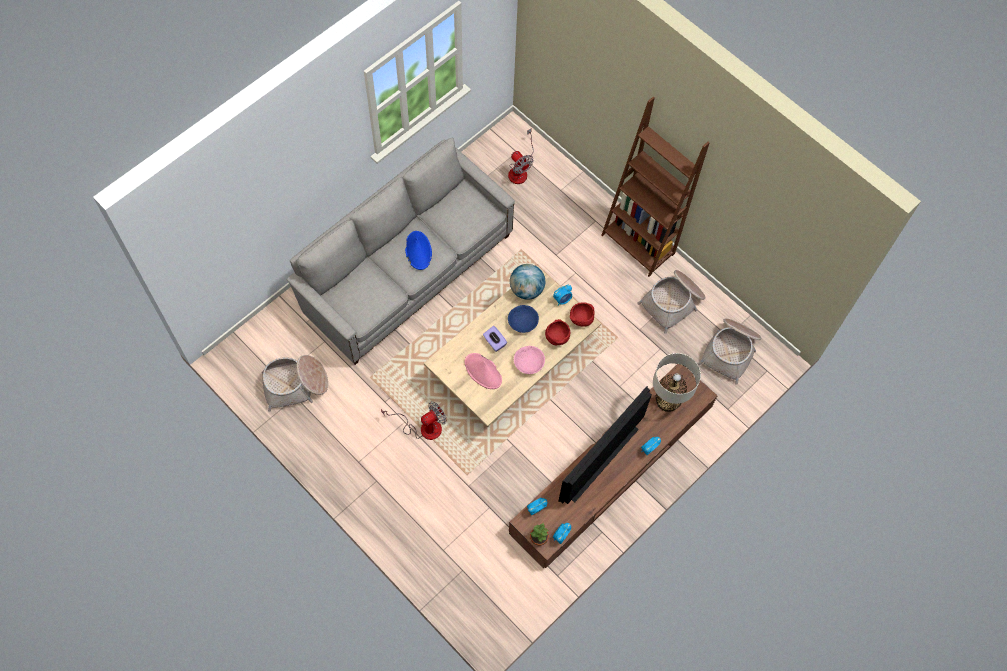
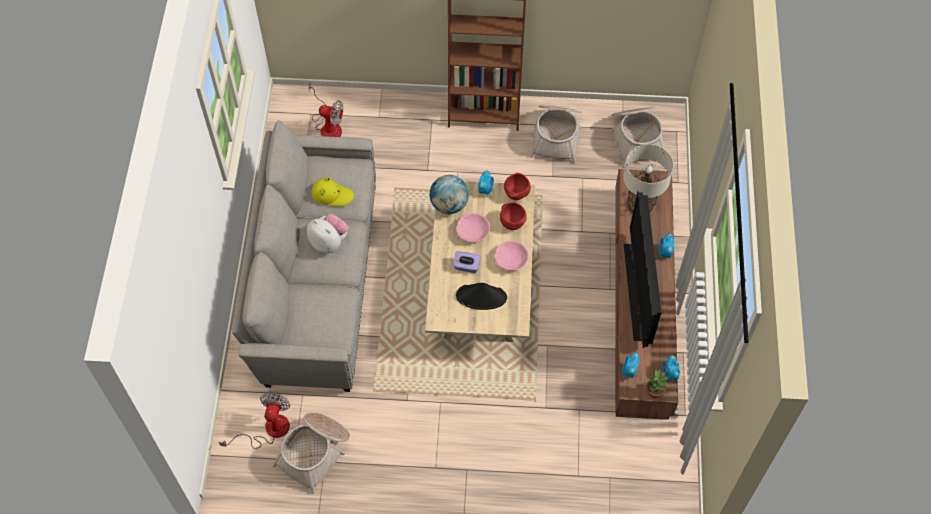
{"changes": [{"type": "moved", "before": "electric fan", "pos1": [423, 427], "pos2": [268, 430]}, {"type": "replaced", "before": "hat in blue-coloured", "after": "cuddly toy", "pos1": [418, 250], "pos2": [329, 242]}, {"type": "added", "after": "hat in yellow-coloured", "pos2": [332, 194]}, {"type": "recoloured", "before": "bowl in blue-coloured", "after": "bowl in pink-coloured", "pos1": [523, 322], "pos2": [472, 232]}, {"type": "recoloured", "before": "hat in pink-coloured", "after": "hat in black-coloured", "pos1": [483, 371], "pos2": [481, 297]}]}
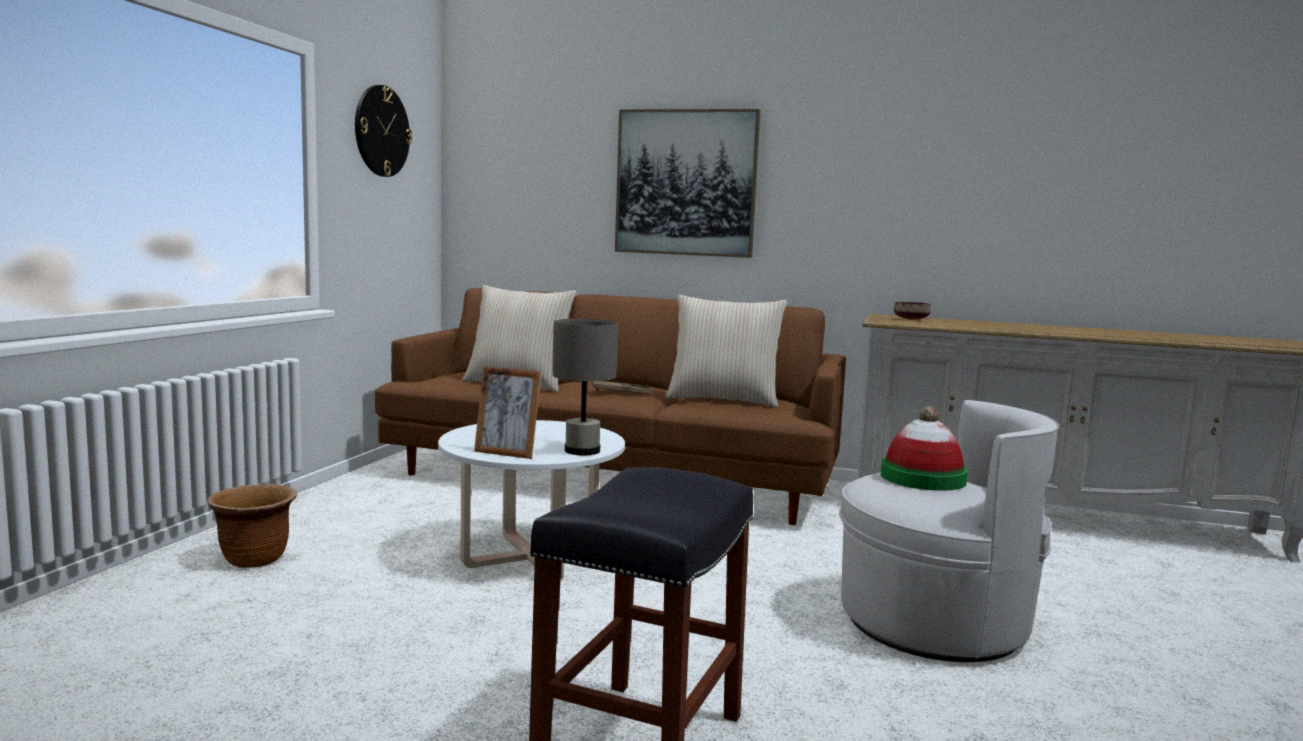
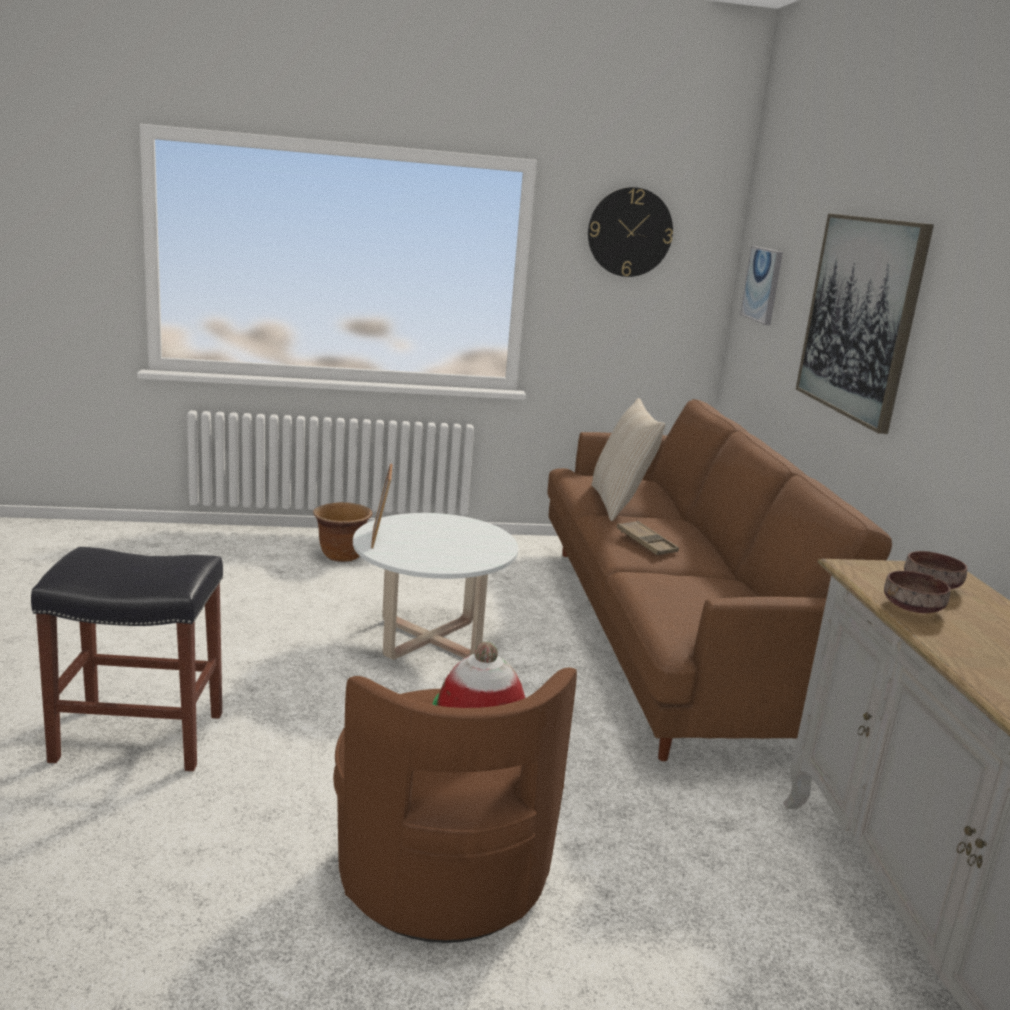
{"changes": [{"type": "recoloured", "before": "armchair in white", "after": "armchair in brown-coloured", "pos1": [931, 622], "pos2": [442, 872]}, {"type": "added", "after": "picture", "pos2": [762, 285]}, {"type": "added", "after": "bowl in brown-coloured", "pos2": [911, 607]}, {"type": "removed", "before": "table lamp in gray", "pos1": [581, 451]}, {"type": "removed", "before": "throw pillow in beige-coloured", "pos1": [723, 400]}]}
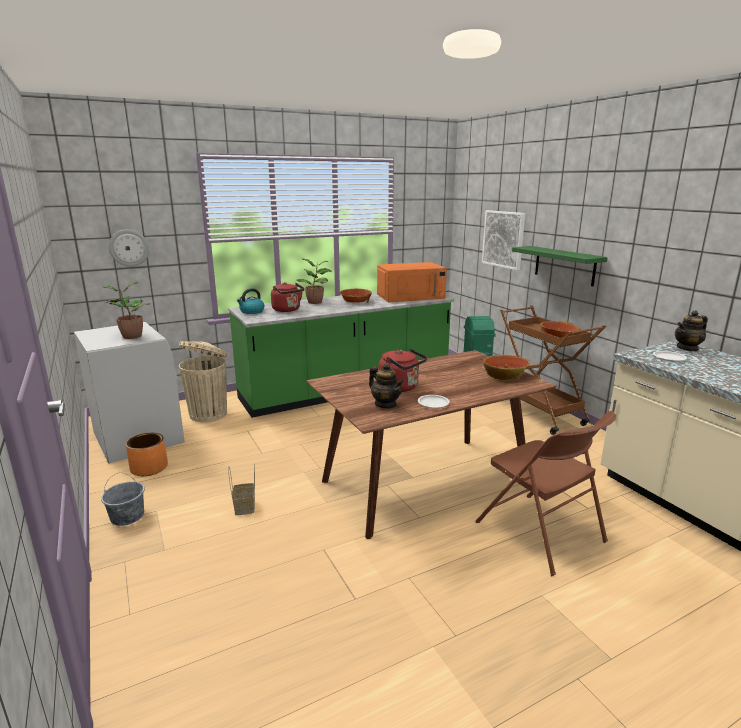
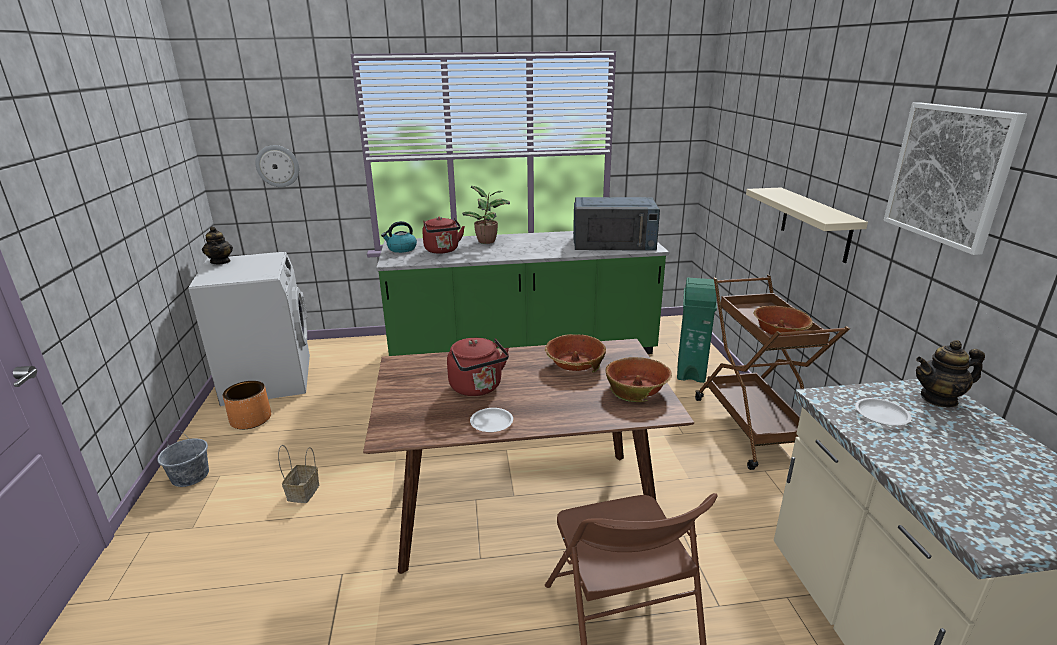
{"changes": [{"type": "moved", "before": "teapot", "pos1": [385, 404], "pos2": [221, 262]}, {"type": "moved", "before": "bowl", "pos1": [355, 301], "pos2": [575, 364]}, {"type": "recoloured", "before": "microwave in orange", "after": "microwave in blue-coloured", "pos1": [411, 296], "pos2": [614, 242]}, {"type": "recoloured", "before": "wall shelf in green", "after": "wall shelf in beige-coloured", "pos1": [564, 265], "pos2": [815, 224]}, {"type": "moved", "before": "picture", "pos1": [503, 239], "pos2": [949, 174]}, {"type": "removed", "before": "potted plant", "pos1": [130, 336]}, {"type": "removed", "before": "rubbish bin in beige-coloured", "pos1": [209, 413]}]}
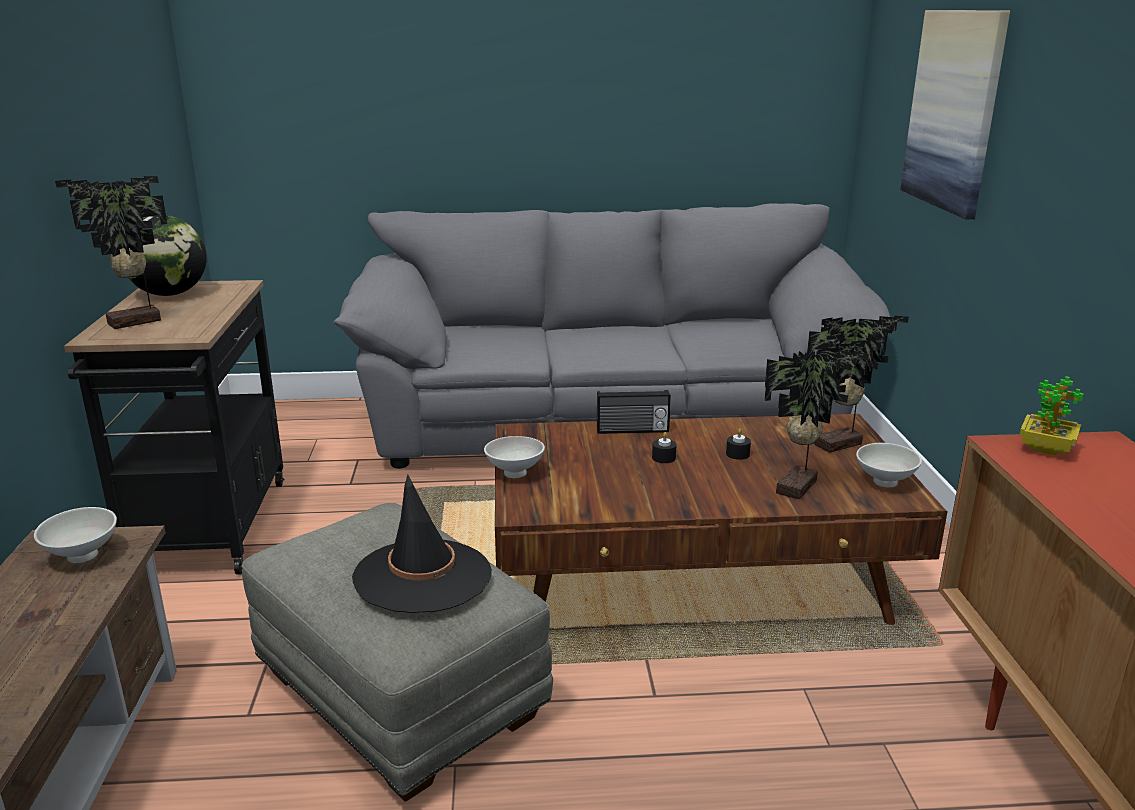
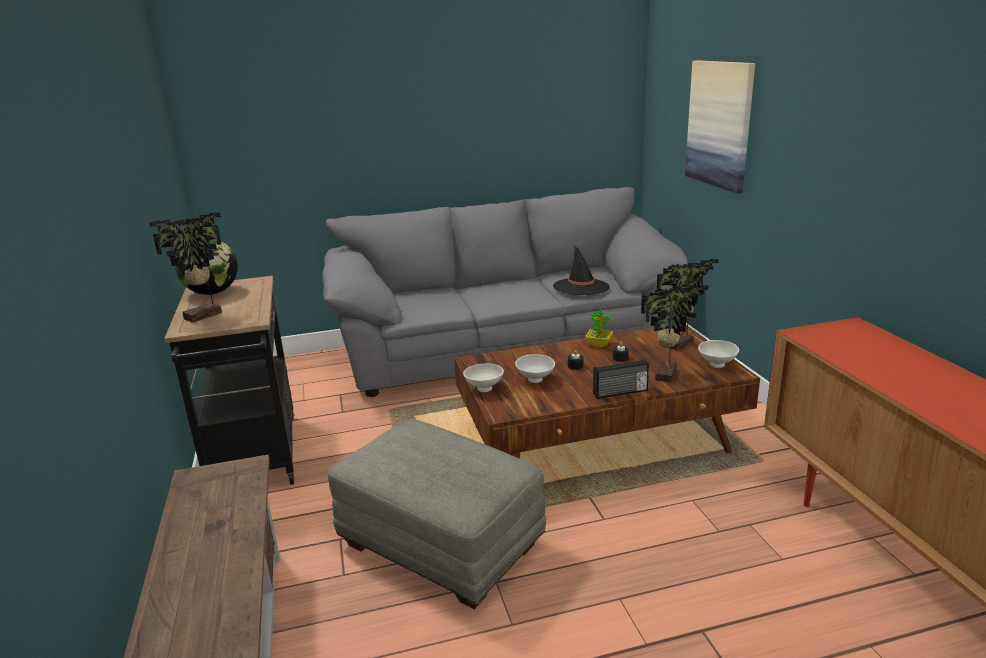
{"changes": [{"type": "moved", "before": "bowl in white", "pos1": [85, 555], "pos2": [536, 379]}, {"type": "moved", "before": "hat in black-coloured", "pos1": [423, 576], "pos2": [581, 287]}, {"type": "moved", "before": "potted plant", "pos1": [1046, 449], "pos2": [598, 344]}, {"type": "moved", "before": "radio", "pos1": [632, 430], "pos2": [620, 392]}]}
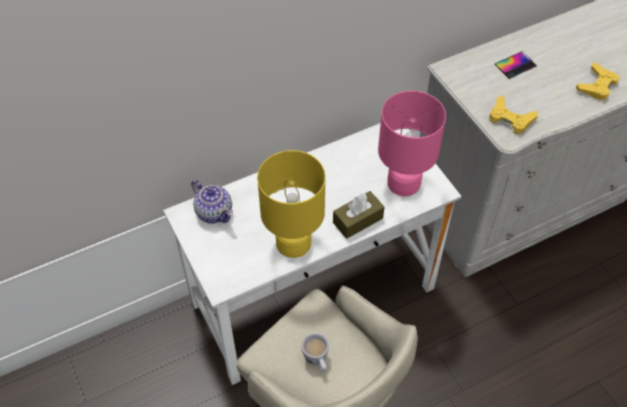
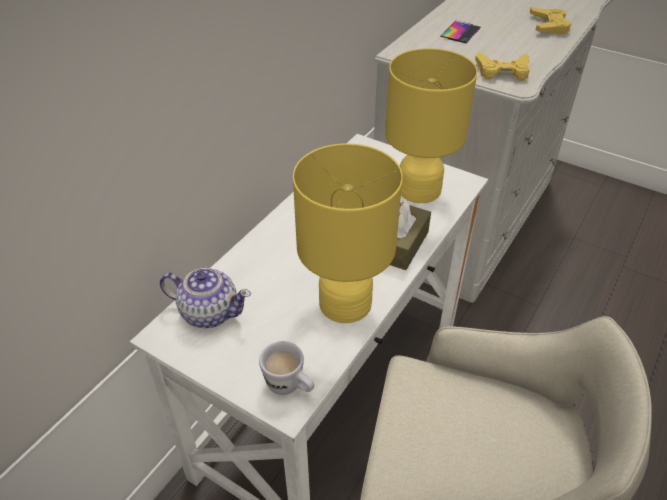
{"changes": [{"type": "moved", "before": "coffee mug in white", "pos1": [317, 361], "pos2": [290, 387]}, {"type": "recoloured", "before": "table lamp in pink-coloured", "after": "table lamp in yellow-coloured", "pos1": [403, 183], "pos2": [418, 190]}]}
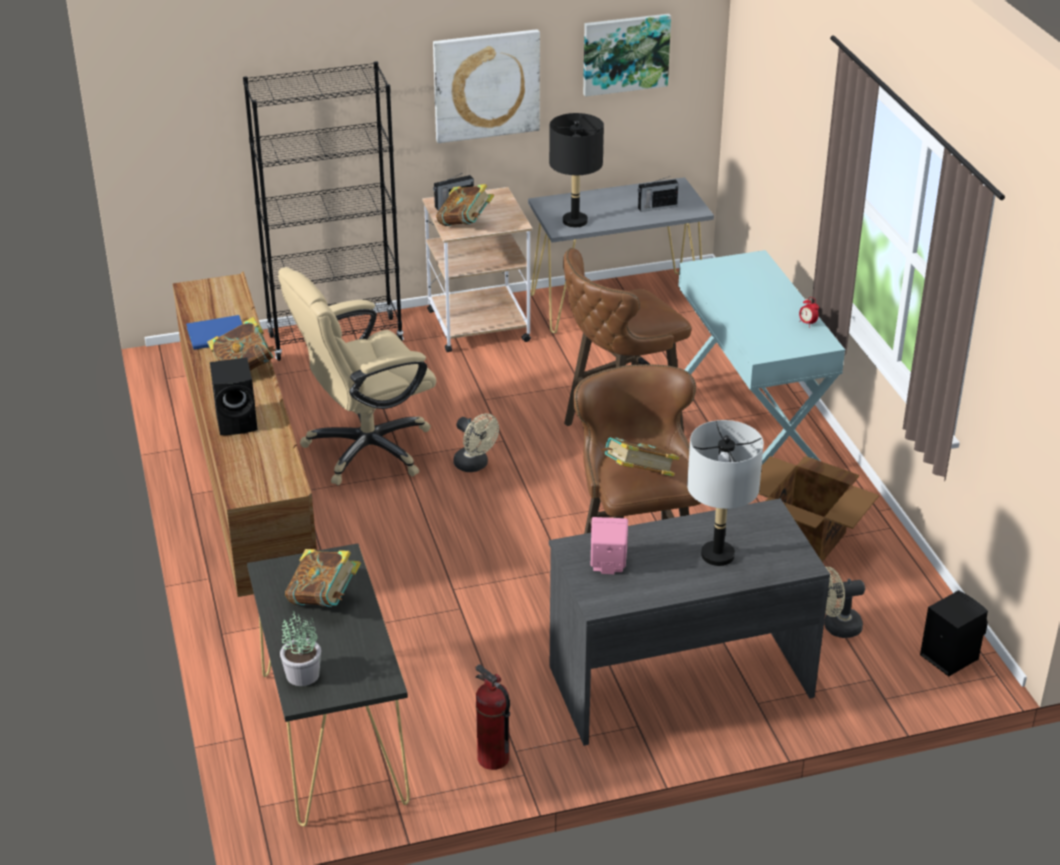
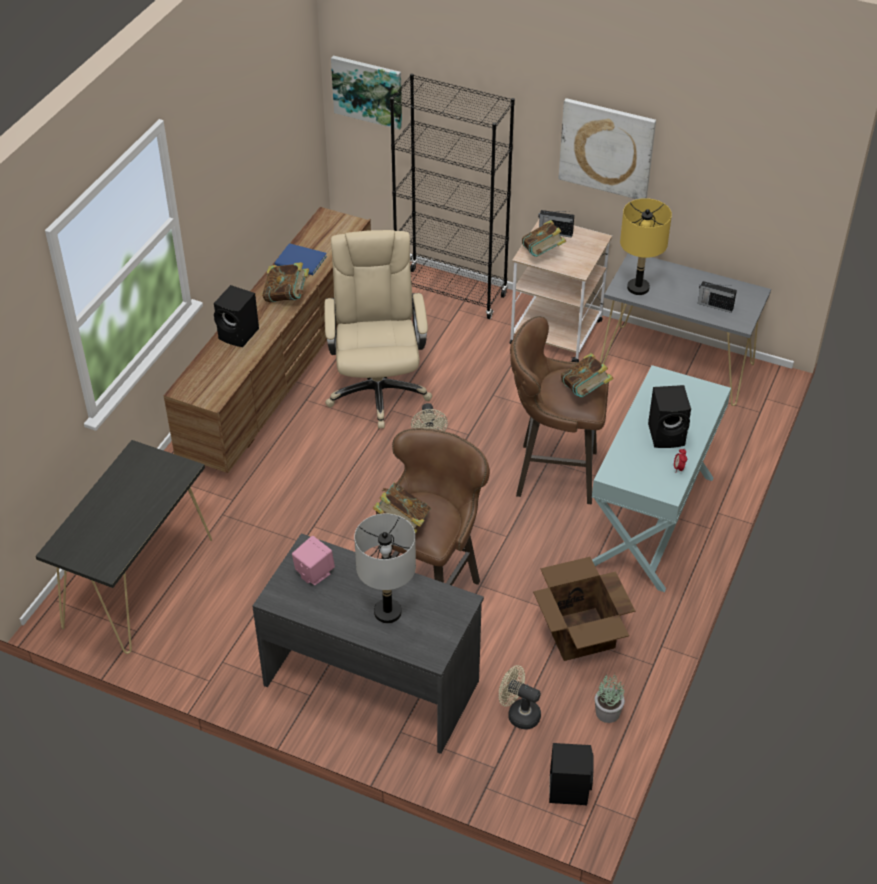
{"changes": [{"type": "turned", "before": "desk chair in beige-coloured", "pos1": [368, 449], "pos2": [377, 391], "turn": 75}, {"type": "moved", "before": "picture", "pos1": [625, 53], "pos2": [368, 91]}, {"type": "moved", "before": "bound book", "pos1": [324, 599], "pos2": [585, 390]}, {"type": "moved", "before": "potted plant", "pos1": [302, 674], "pos2": [607, 712]}, {"type": "recoloured", "before": "table lamp in black-coloured", "after": "table lamp in yellow-coloured", "pos1": [574, 221], "pos2": [638, 288]}, {"type": "added", "after": "audio speaker in black-coloured", "pos2": [668, 435]}, {"type": "removed", "before": "fire-fighting cylinder", "pos1": [492, 759]}]}
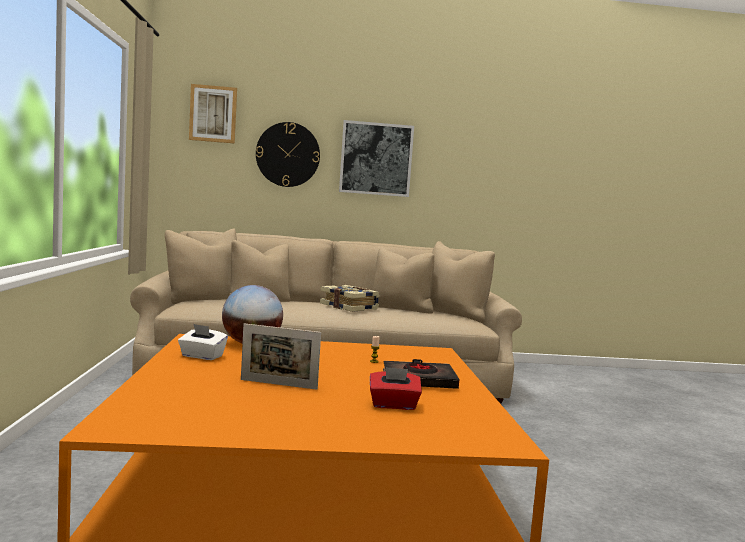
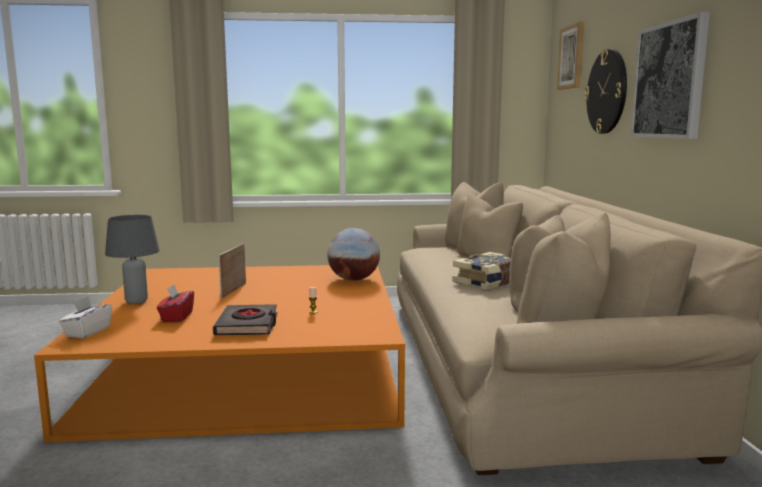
{"changes": [{"type": "moved", "before": "tissue holder in white", "pos1": [202, 356], "pos2": [87, 332]}, {"type": "added", "after": "table lamp in gray", "pos2": [136, 302]}]}
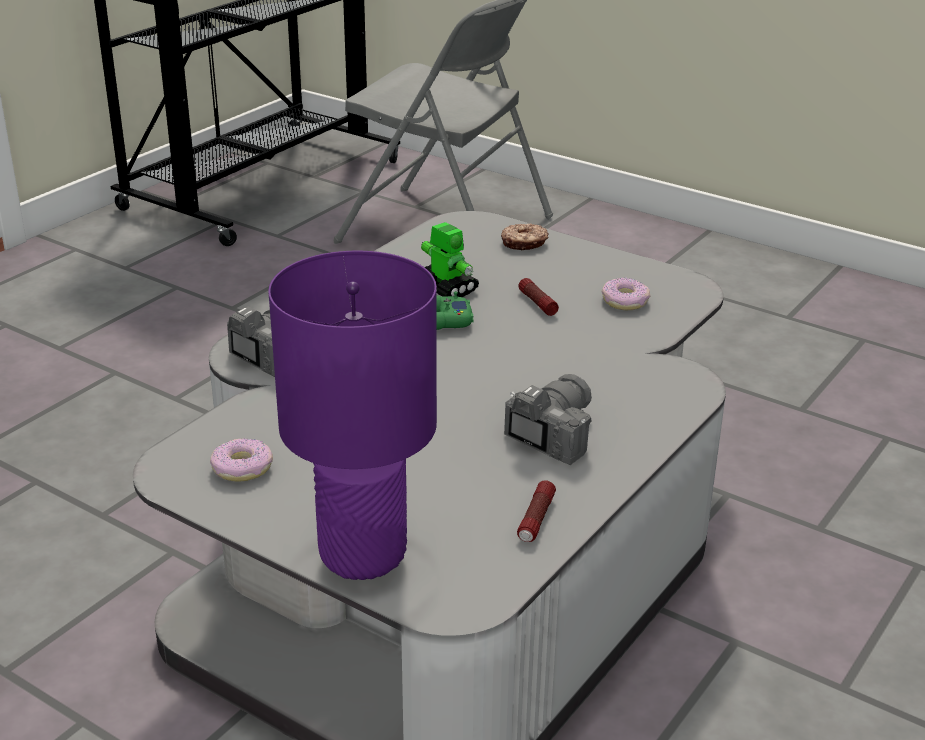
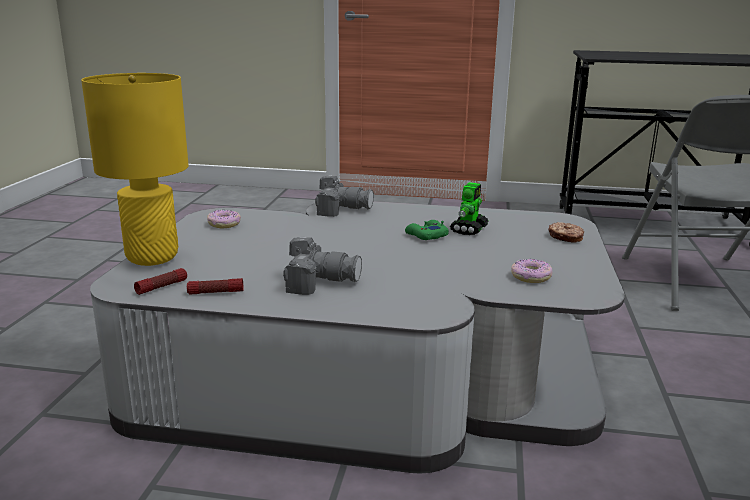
{"changes": [{"type": "recoloured", "before": "table lamp in purple-coloured", "after": "table lamp in yellow-coloured", "pos1": [364, 560], "pos2": [153, 260]}, {"type": "moved", "before": "torch", "pos1": [537, 303], "pos2": [162, 287]}]}
